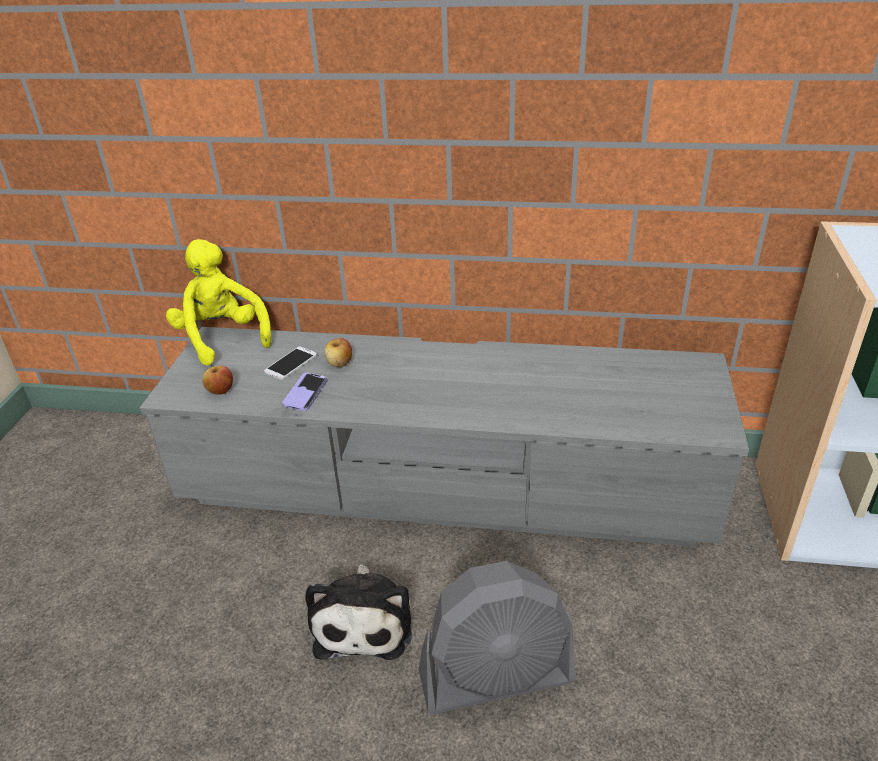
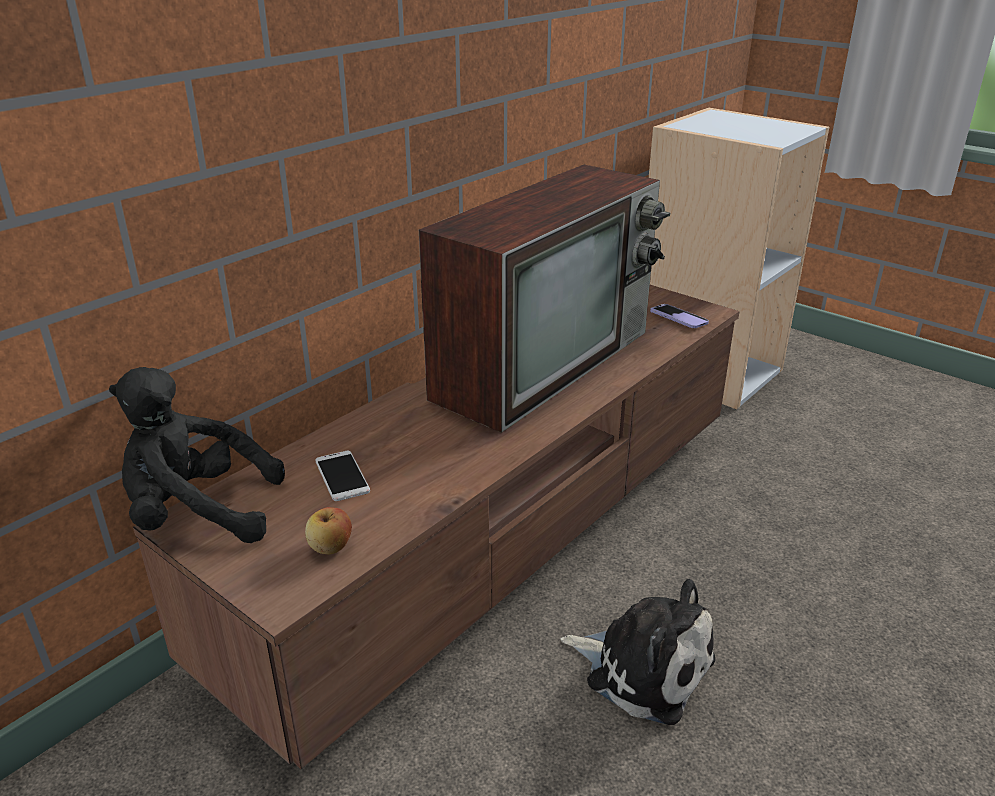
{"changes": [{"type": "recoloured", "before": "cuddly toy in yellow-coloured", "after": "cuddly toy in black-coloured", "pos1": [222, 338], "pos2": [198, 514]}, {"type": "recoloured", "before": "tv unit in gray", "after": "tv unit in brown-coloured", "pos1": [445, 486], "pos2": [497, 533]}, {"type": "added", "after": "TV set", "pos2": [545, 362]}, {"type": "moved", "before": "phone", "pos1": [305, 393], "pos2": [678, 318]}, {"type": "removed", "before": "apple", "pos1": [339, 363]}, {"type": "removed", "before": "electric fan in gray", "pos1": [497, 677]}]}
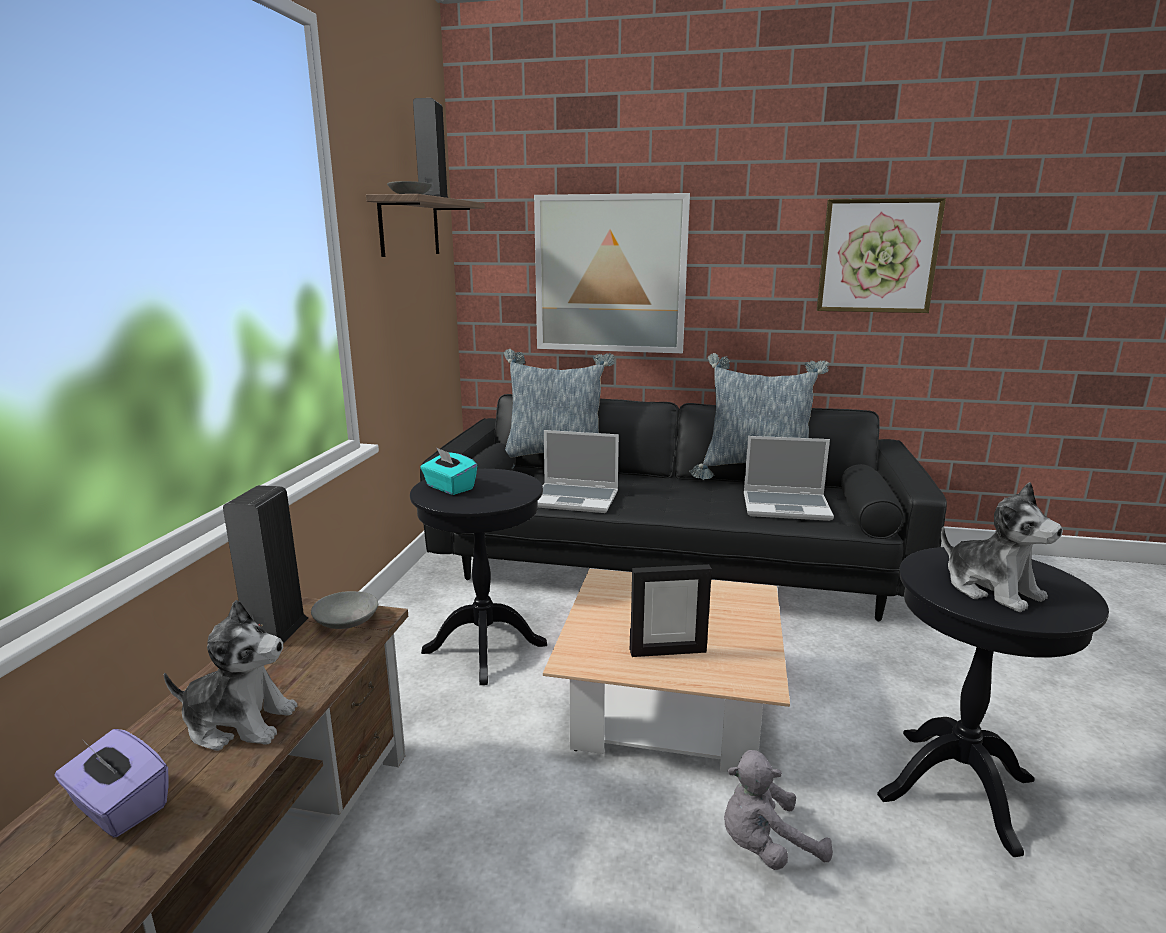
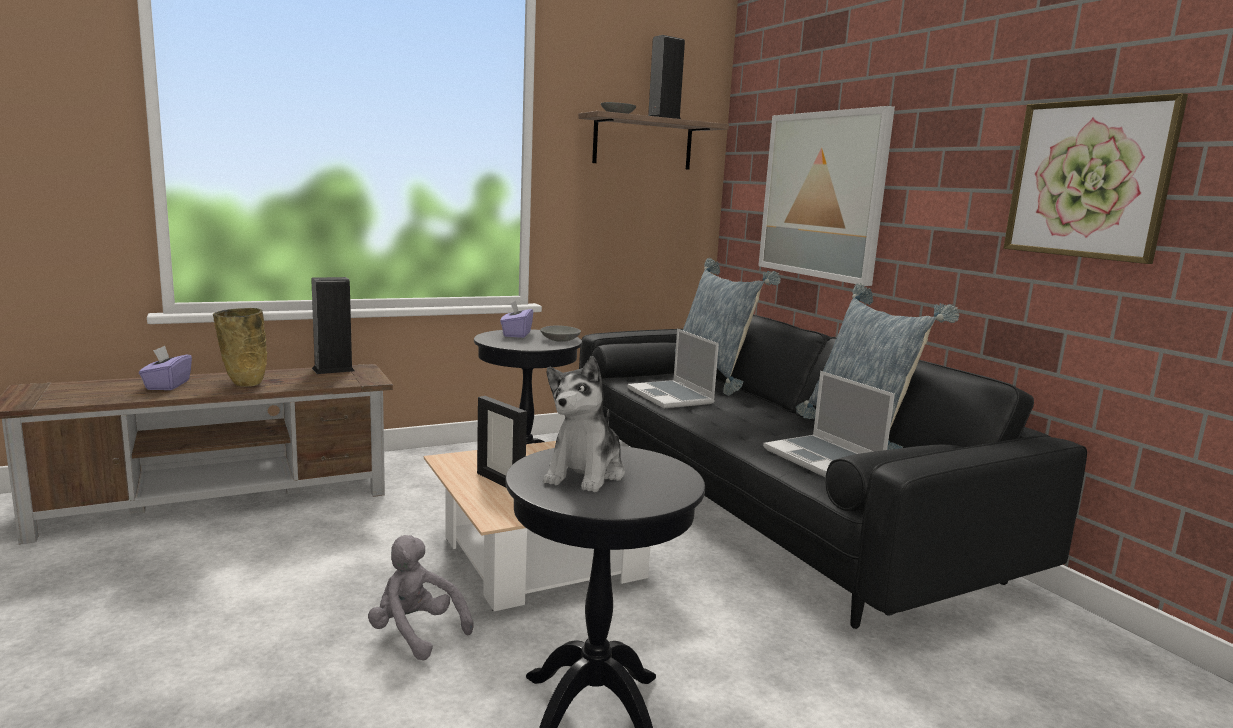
{"changes": [{"type": "replaced", "before": "cuddly toy", "after": "decorative vase in beige-coloured", "pos1": [239, 722], "pos2": [243, 384]}, {"type": "recoloured", "before": "tissue holder in blue-green", "after": "tissue holder in purple-coloured", "pos1": [449, 488], "pos2": [516, 334]}, {"type": "moved", "before": "bowl in gray", "pos1": [347, 621], "pos2": [560, 340]}]}
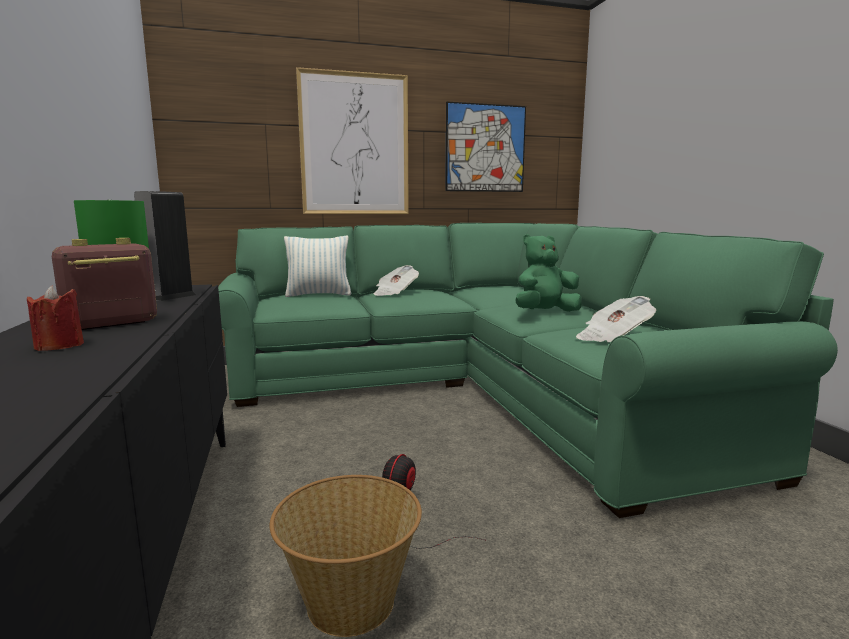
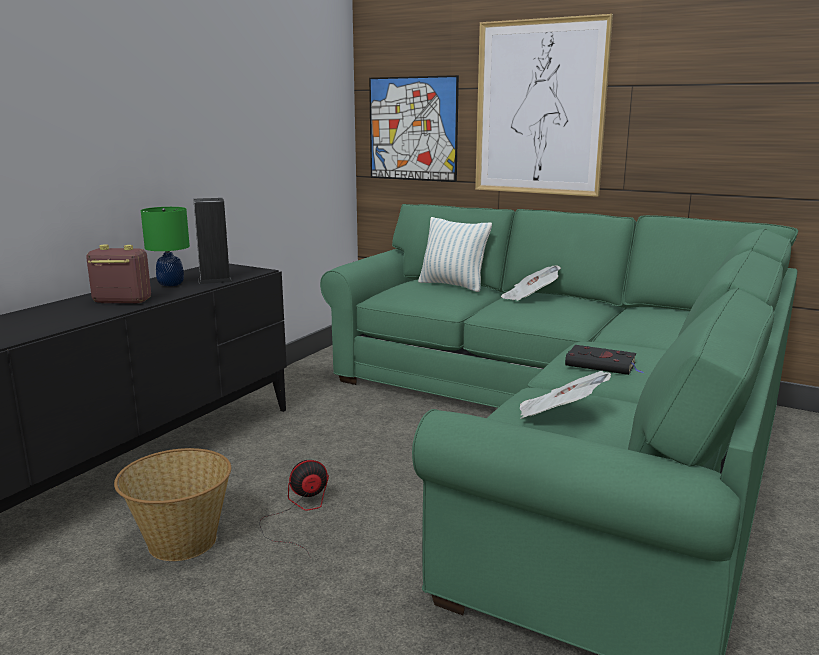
{"changes": [{"type": "moved", "before": "picture", "pos1": [485, 148], "pos2": [412, 129]}, {"type": "replaced", "before": "cuddly toy in green", "after": "bound book in black-coloured", "pos1": [545, 312], "pos2": [602, 365]}, {"type": "removed", "before": "candle in red", "pos1": [59, 346]}]}
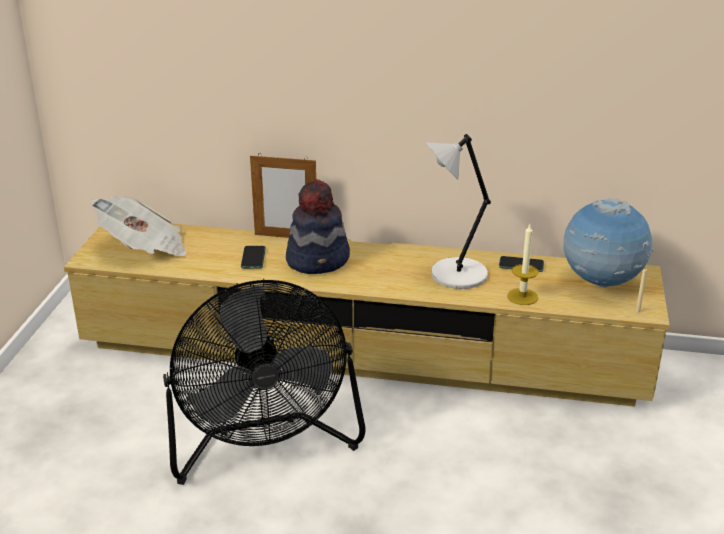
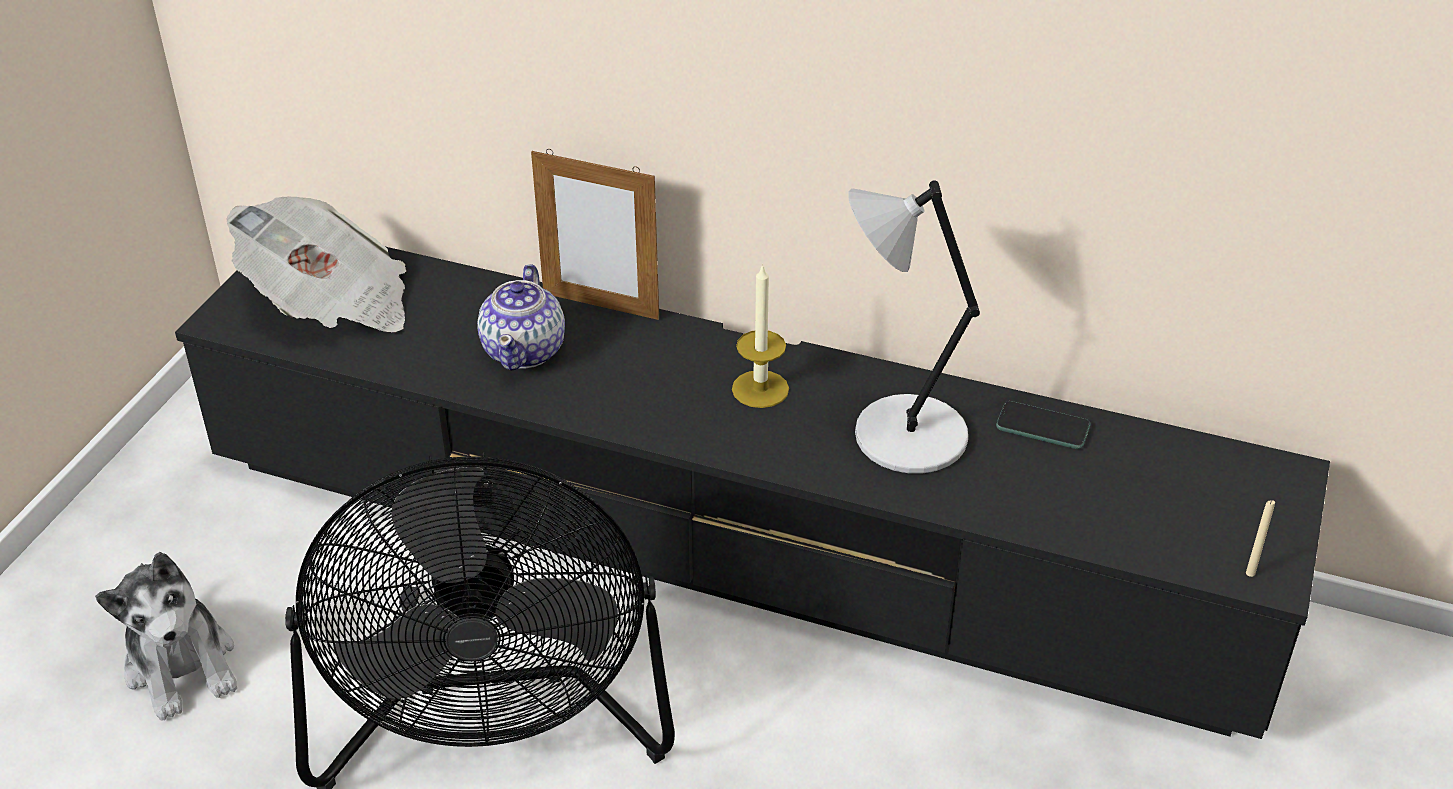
{"changes": [{"type": "added", "after": "cuddly toy", "pos2": [182, 666]}, {"type": "recoloured", "before": "tv unit in beige-coloured", "after": "tv unit in black-coloured", "pos1": [362, 352], "pos2": [727, 538]}, {"type": "replaced", "before": "phone", "after": "teapot", "pos1": [253, 258], "pos2": [525, 350]}, {"type": "moved", "before": "candle", "pos1": [522, 296], "pos2": [760, 389]}, {"type": "removed", "before": "hat", "pos1": [319, 260]}, {"type": "removed", "before": "world globe", "pos1": [601, 284]}]}
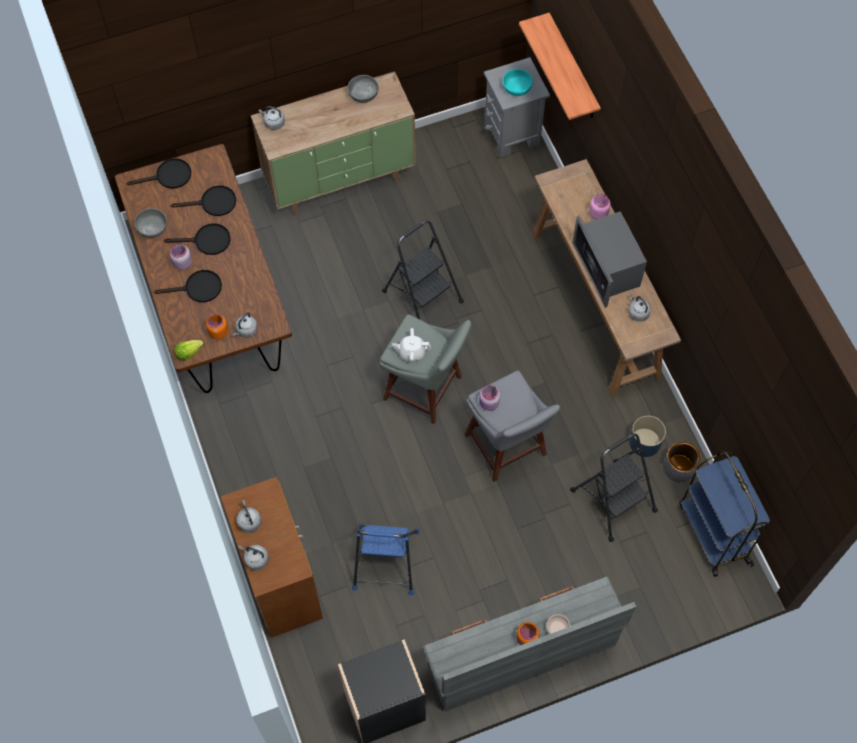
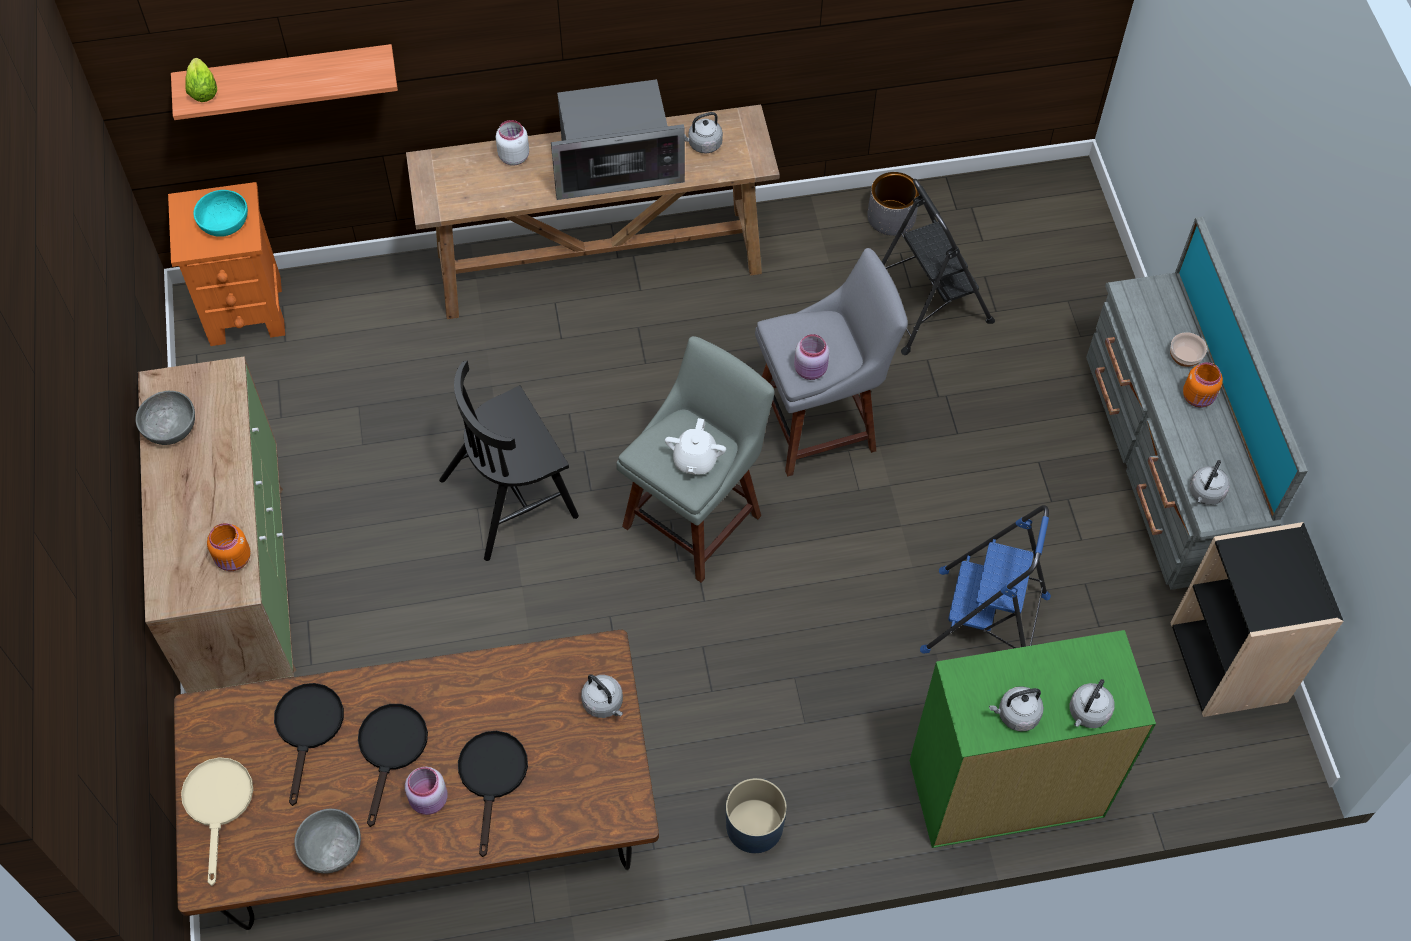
{"changes": [{"type": "recoloured", "before": "nightstand in gray", "after": "nightstand in orange", "pos1": [511, 135], "pos2": [247, 312]}, {"type": "recoloured", "before": "pan in black-coloured", "after": "pan in beige-coloured", "pos1": [168, 176], "pos2": [218, 804]}, {"type": "moved", "before": "head of lettuce", "pos1": [190, 352], "pos2": [202, 89]}, {"type": "moved", "before": "preserve jar in orange", "pos1": [218, 333], "pos2": [234, 559]}, {"type": "replaced", "before": "stepladder in black-coloured", "after": "plain chair in black-coloured", "pos1": [421, 294], "pos2": [515, 494]}, {"type": "recoloured", "before": "preserve jar in pink-coloured", "after": "preserve jar in white", "pos1": [599, 213], "pos2": [514, 156]}, {"type": "moved", "before": "planter in blue-coloured", "pos1": [644, 442], "pos2": [754, 826]}, {"type": "recoloured", "before": "cupboard in brown-coloured", "after": "cupboard in green", "pos1": [280, 580], "pos2": [1004, 788]}, {"type": "moved", "before": "tea kettle in gray", "pos1": [273, 123], "pos2": [1205, 494]}, {"type": "removed", "before": "wheeled cart in blue-coloured", "pos1": [713, 532]}]}
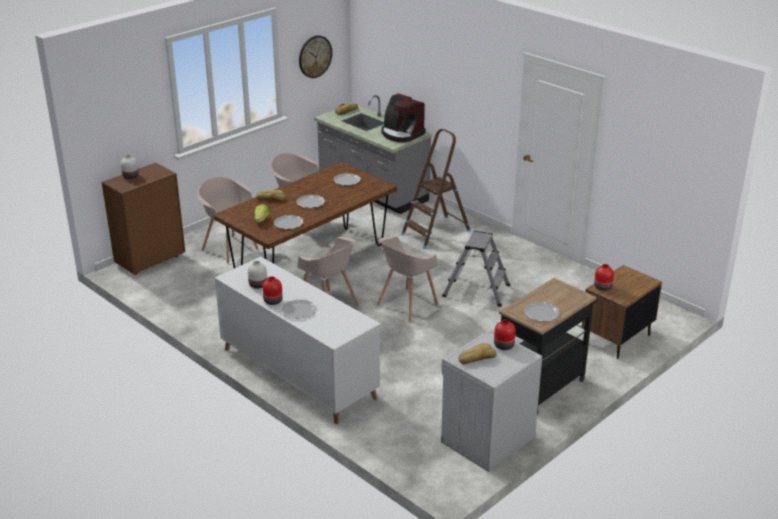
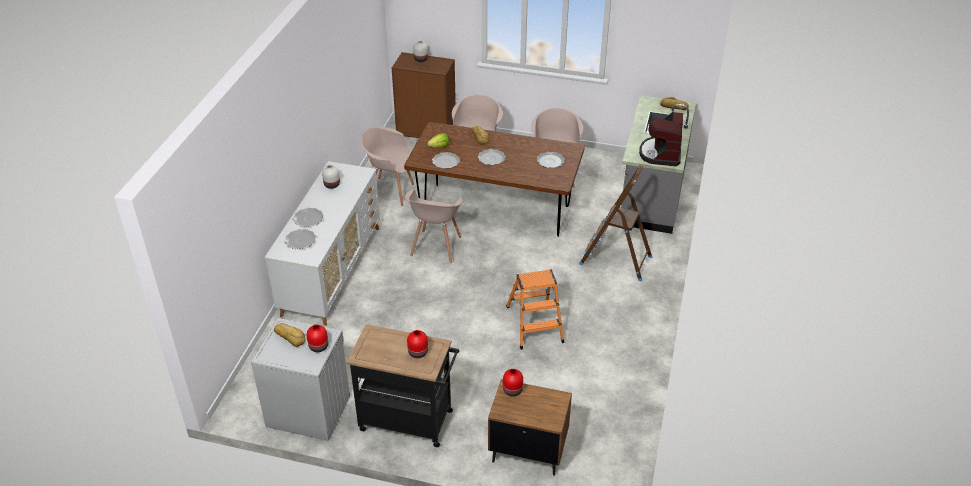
{"changes": [{"type": "moved", "before": "flat dish", "pos1": [541, 313], "pos2": [300, 240]}, {"type": "moved", "before": "plain chair in beige-coloured", "pos1": [407, 305], "pos2": [389, 192]}, {"type": "moved", "before": "decorative vase in red", "pos1": [273, 301], "pos2": [418, 353]}, {"type": "recoloured", "before": "stepladder in gray", "after": "stepladder in orange", "pos1": [476, 290], "pos2": [534, 323]}, {"type": "removed", "before": "clock on the wall", "pos1": [315, 56]}]}
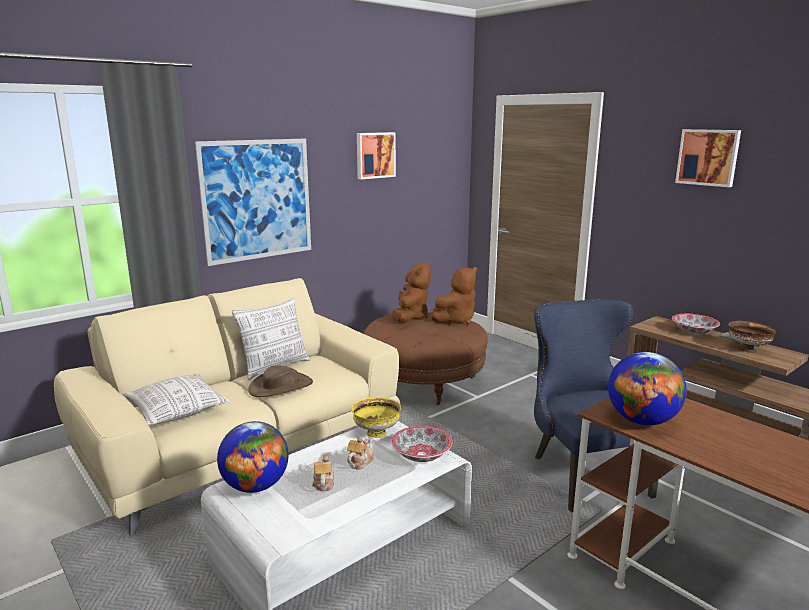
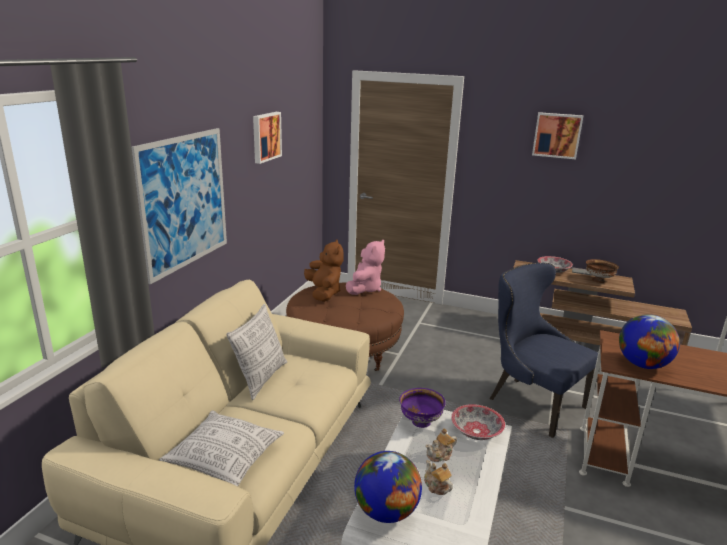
{"changes": [{"type": "recoloured", "before": "cuddly toy in brown-coloured", "after": "cuddly toy in pink-coloured", "pos1": [456, 320], "pos2": [365, 289]}, {"type": "recoloured", "before": "bowl in yellow-coloured", "after": "bowl in purple-coloured", "pos1": [376, 433], "pos2": [420, 422]}, {"type": "turned", "before": "teapot", "pos1": [360, 462], "pos2": [440, 455], "turn": -120}, {"type": "removed", "before": "hat in brown-coloured", "pos1": [281, 386]}]}
